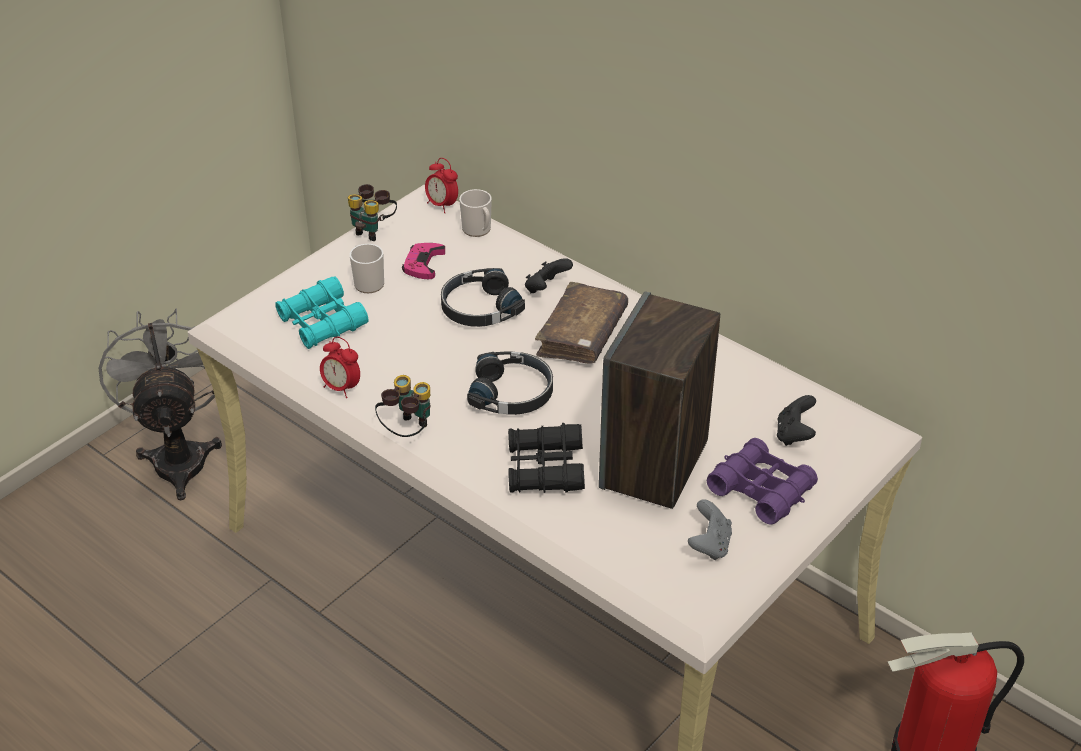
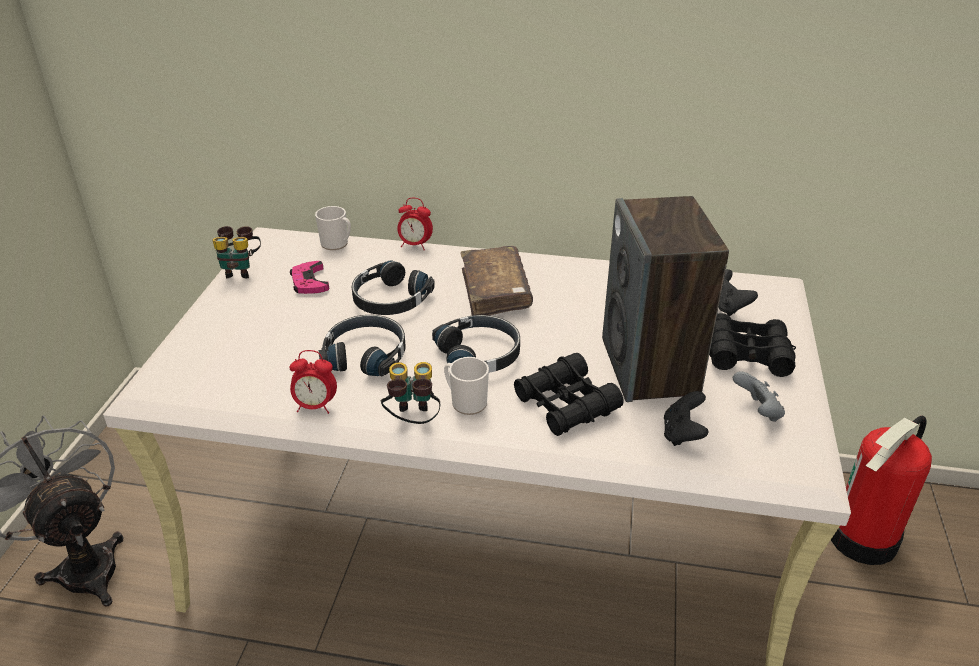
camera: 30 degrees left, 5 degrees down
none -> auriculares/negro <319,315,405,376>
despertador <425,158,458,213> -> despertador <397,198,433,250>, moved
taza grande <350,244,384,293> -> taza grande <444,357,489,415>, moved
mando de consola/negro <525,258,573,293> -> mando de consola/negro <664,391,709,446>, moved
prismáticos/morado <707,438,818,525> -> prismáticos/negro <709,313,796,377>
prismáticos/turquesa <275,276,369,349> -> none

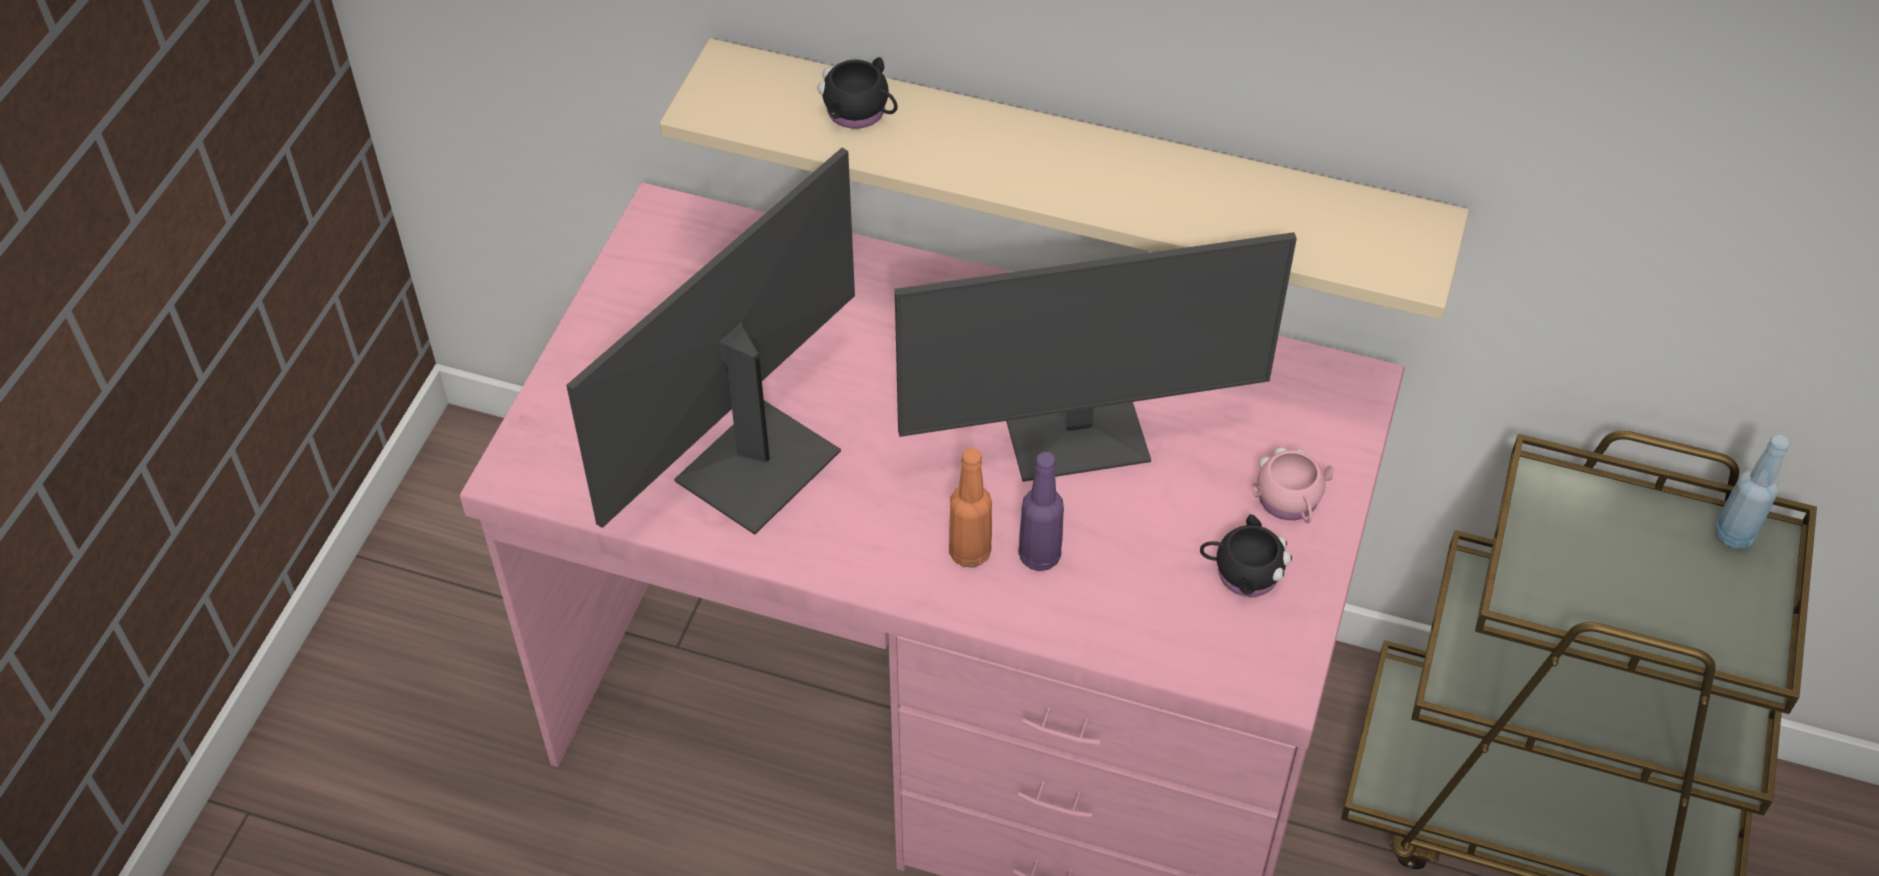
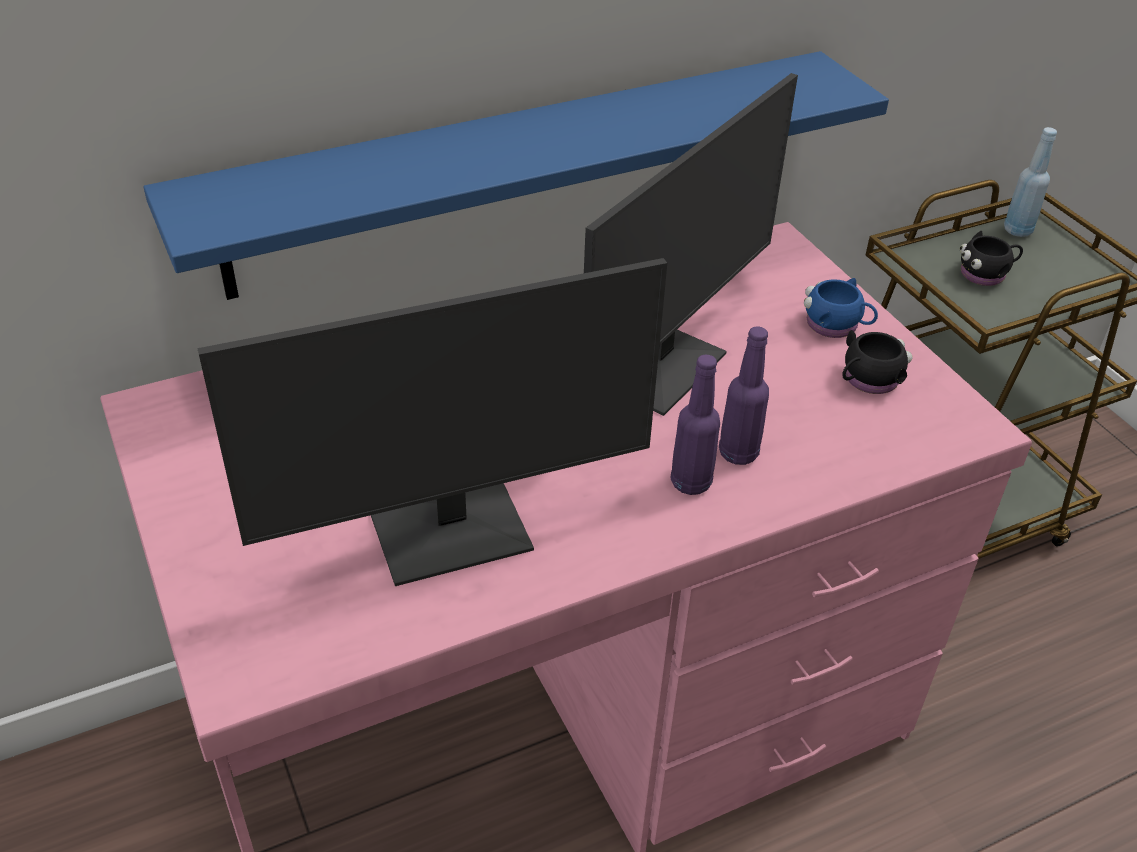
camera: 45 degrees left, 10 degrees down
estante/beis <659,38,1469,320> -> estante/azul <143,51,889,300>
monitor <566,148,855,535> -> monitor <197,258,667,586>, 105 degrees counterclockwise
botella/naranja <949,448,992,568> -> botella/morado <670,354,720,495>
taza grande/rosa <1252,447,1333,523> -> taza grande/azul <804,278,878,338>
taza grande/negro <817,57,898,129> -> taza grande/negro <960,231,1023,286>, moved

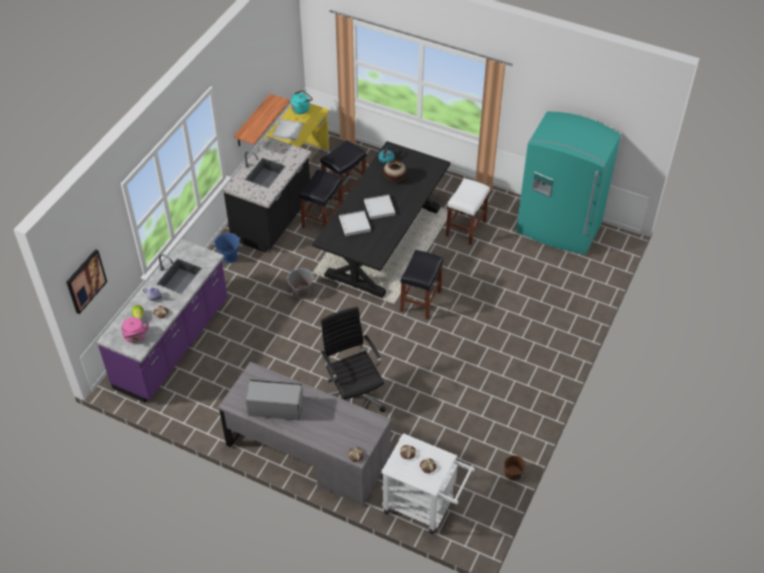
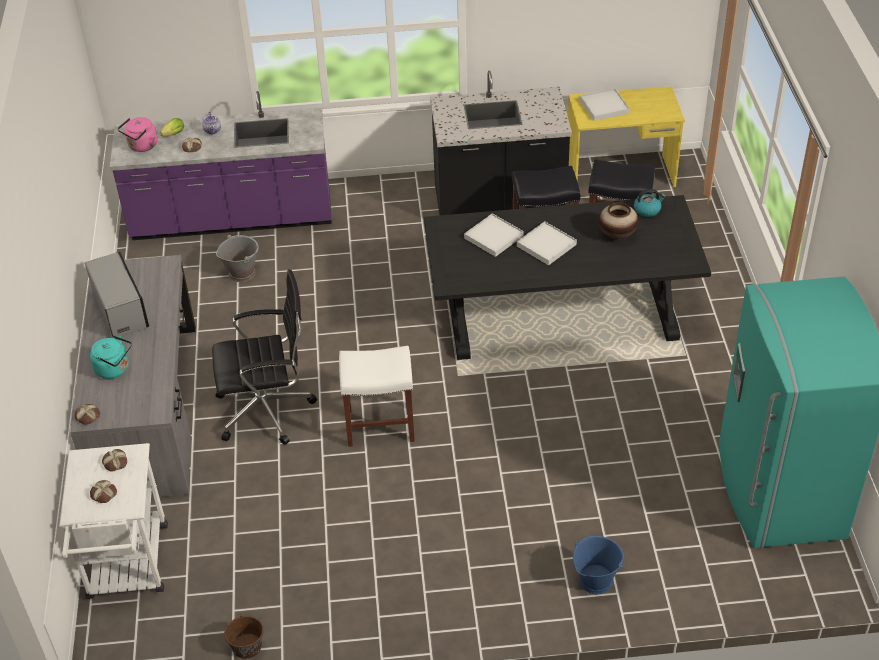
camera: 60 degrees right, 5 degrees down
hervidor/turquesa <291,90,313,114> -> hervidor/turquesa <90,336,132,379>, moved
silla de oficina/negro <320,307,386,412> -> silla de oficina/negro <212,269,317,445>, 45 degrees clockwise
cubo/gris <286,268,315,299> -> cubo/gris <216,235,259,282>, moved
taburete/blanco <446,178,490,245> -> taburete/blanco <339,346,415,447>, moved
cubo/azul <213,233,240,263> -> cubo/azul <573,536,624,594>, moved
cuadro <66,249,107,314> -> none
estante <233,94,290,146> -> none
taburete/negro <400,250,443,320> -> none

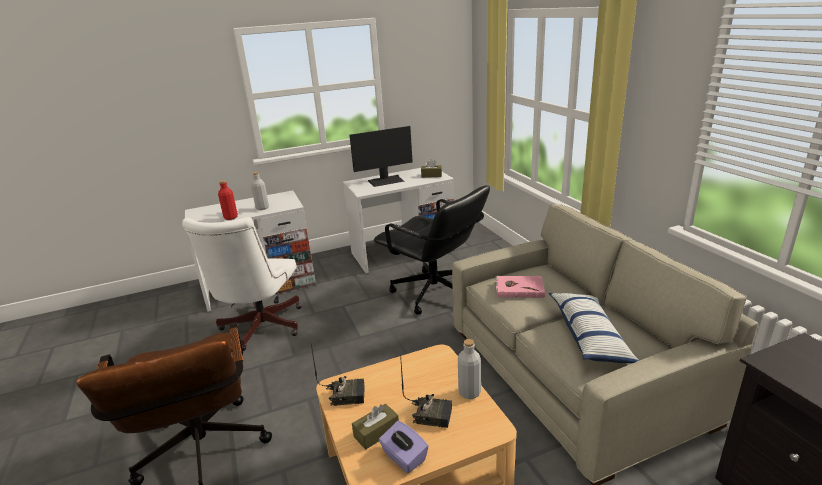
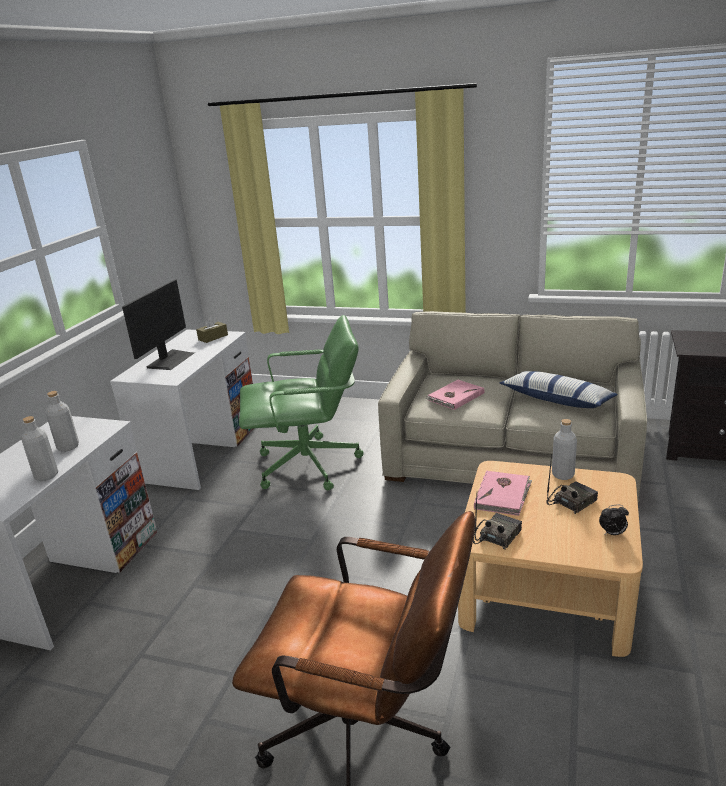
camera: 50 degrees left, 0 degrees up
botella/rojo <218,180,238,220> -> botella/gris <22,416,58,481>
silla de oficina/negro <374,185,490,315> -> silla de oficina/verde <239,315,364,490>
none -> libro/rosa <474,471,532,516>
caja de pañuelos/morado <379,421,429,473> -> despertador <599,505,629,535>
silla de oficina/blanco <182,217,302,351> -> none
caja de pañuelos/marrón <352,404,399,450> -> none

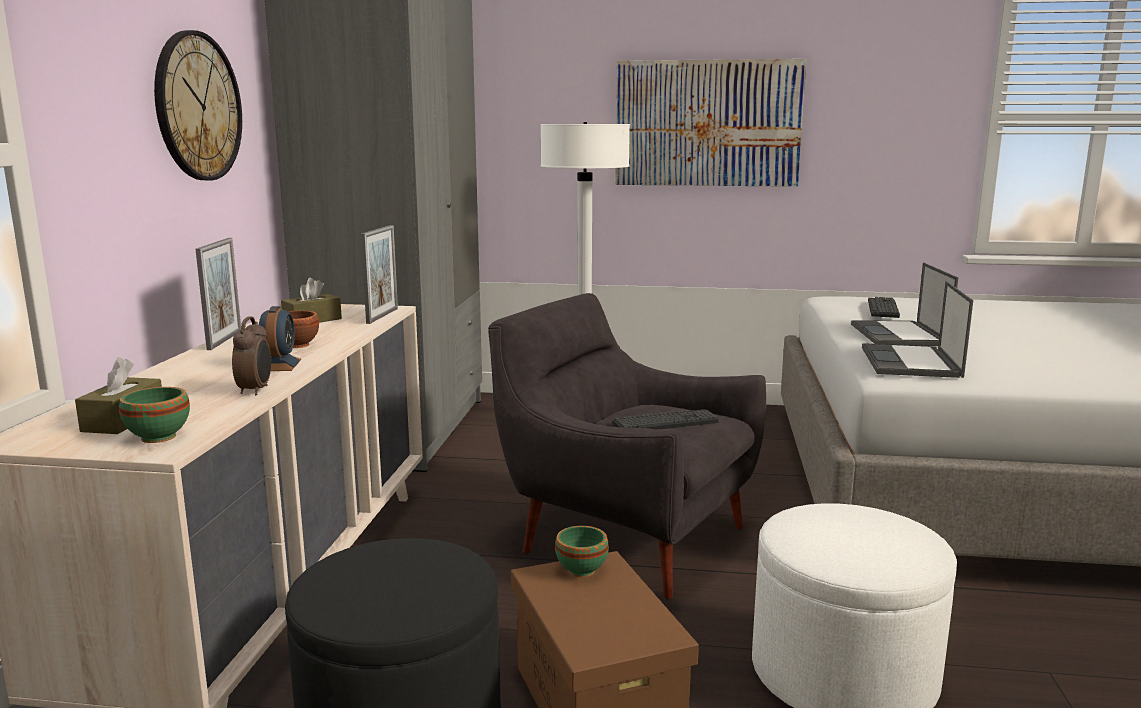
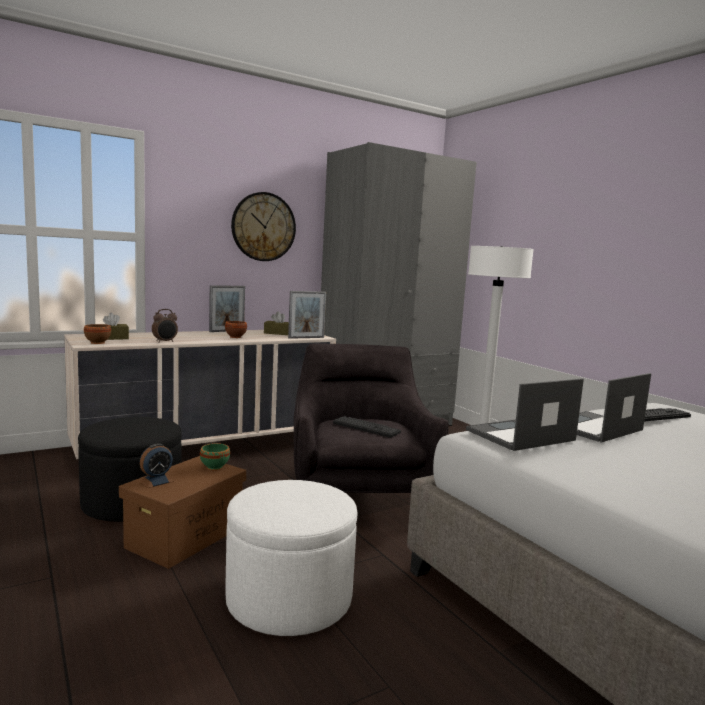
camera: 50 degrees right, 5 degrees down
cuenco/verde <119,387,190,443> -> cuenco/marrón <84,324,111,344>
despertador <259,306,301,371> -> despertador <139,443,174,488>, moved
cuadro <615,59,806,187> -> none

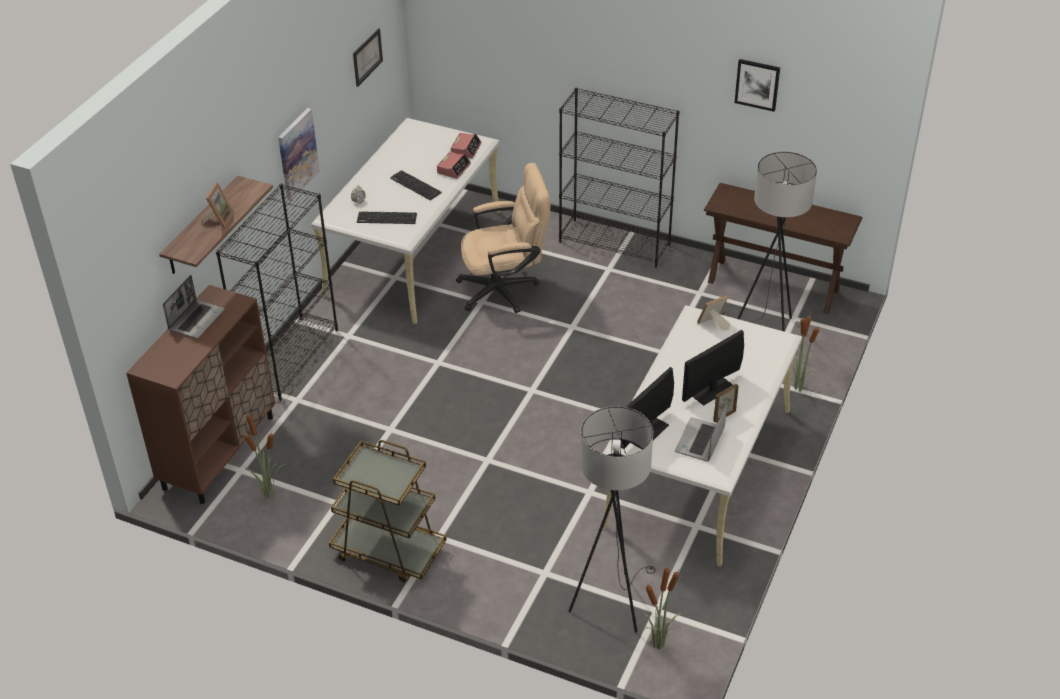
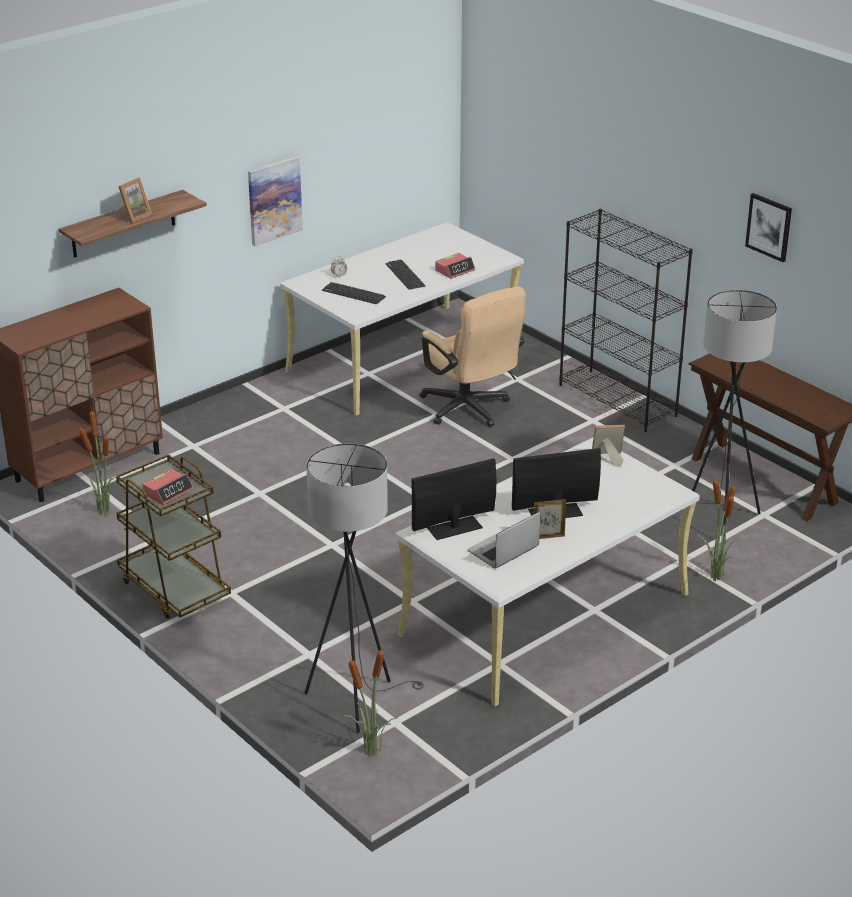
camera: 25 degrees right, 10 degrees down
despertador <451,133,482,158> -> despertador <142,468,193,505>, moved
silla de oficina/beis <456,163,550,313> -> silla de oficina/beis <420,286,526,427>, 45 degrees clockwise
portátil <163,275,225,339> -> none
estantería/negro <216,183,338,401> -> none
cuadro <353,28,383,87> -> none

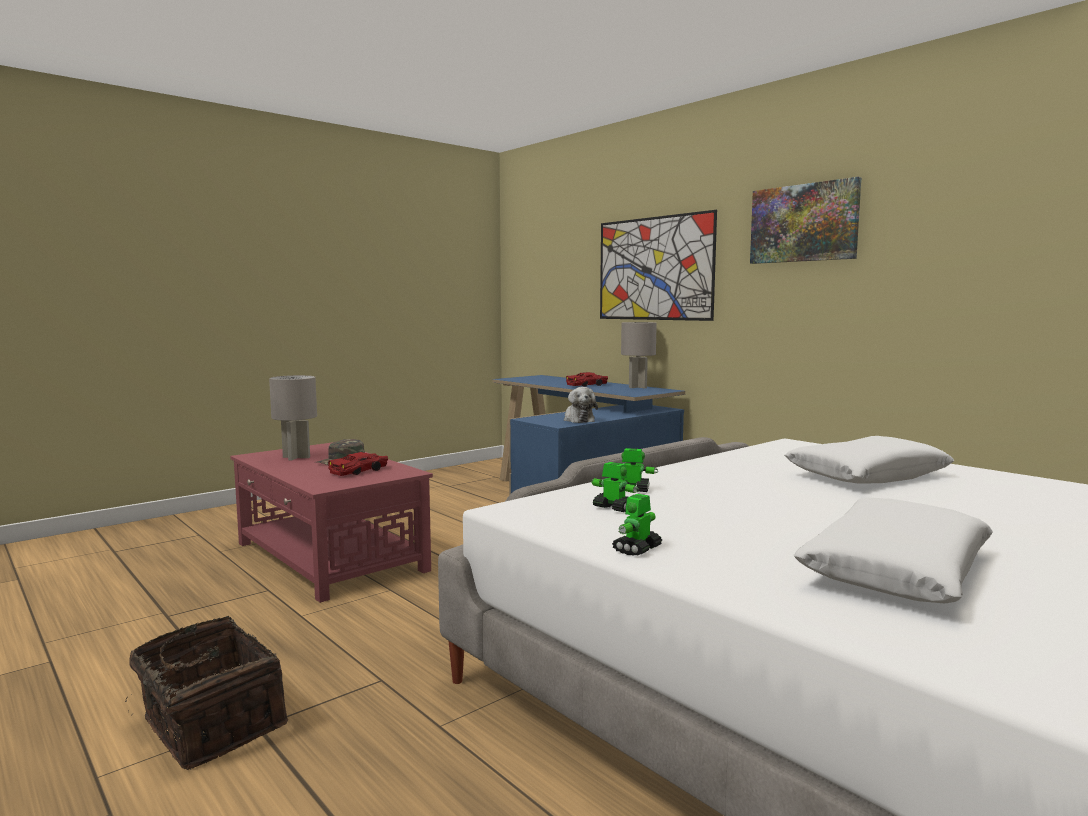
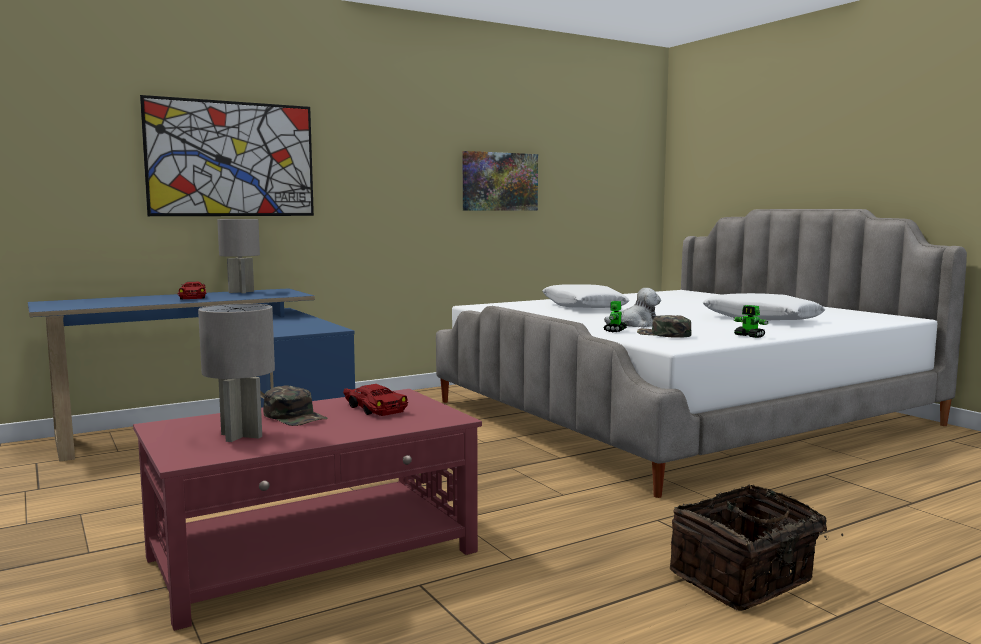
camera: 80 degrees left, 0 degrees up
cuadro <750,177,861,264> -> cuadro <463,151,538,211>, moved
peluche <564,387,598,423> -> peluche <604,288,661,328>, moved
robot de juguete <591,462,639,512> -> gorra/verde <637,315,692,338>

